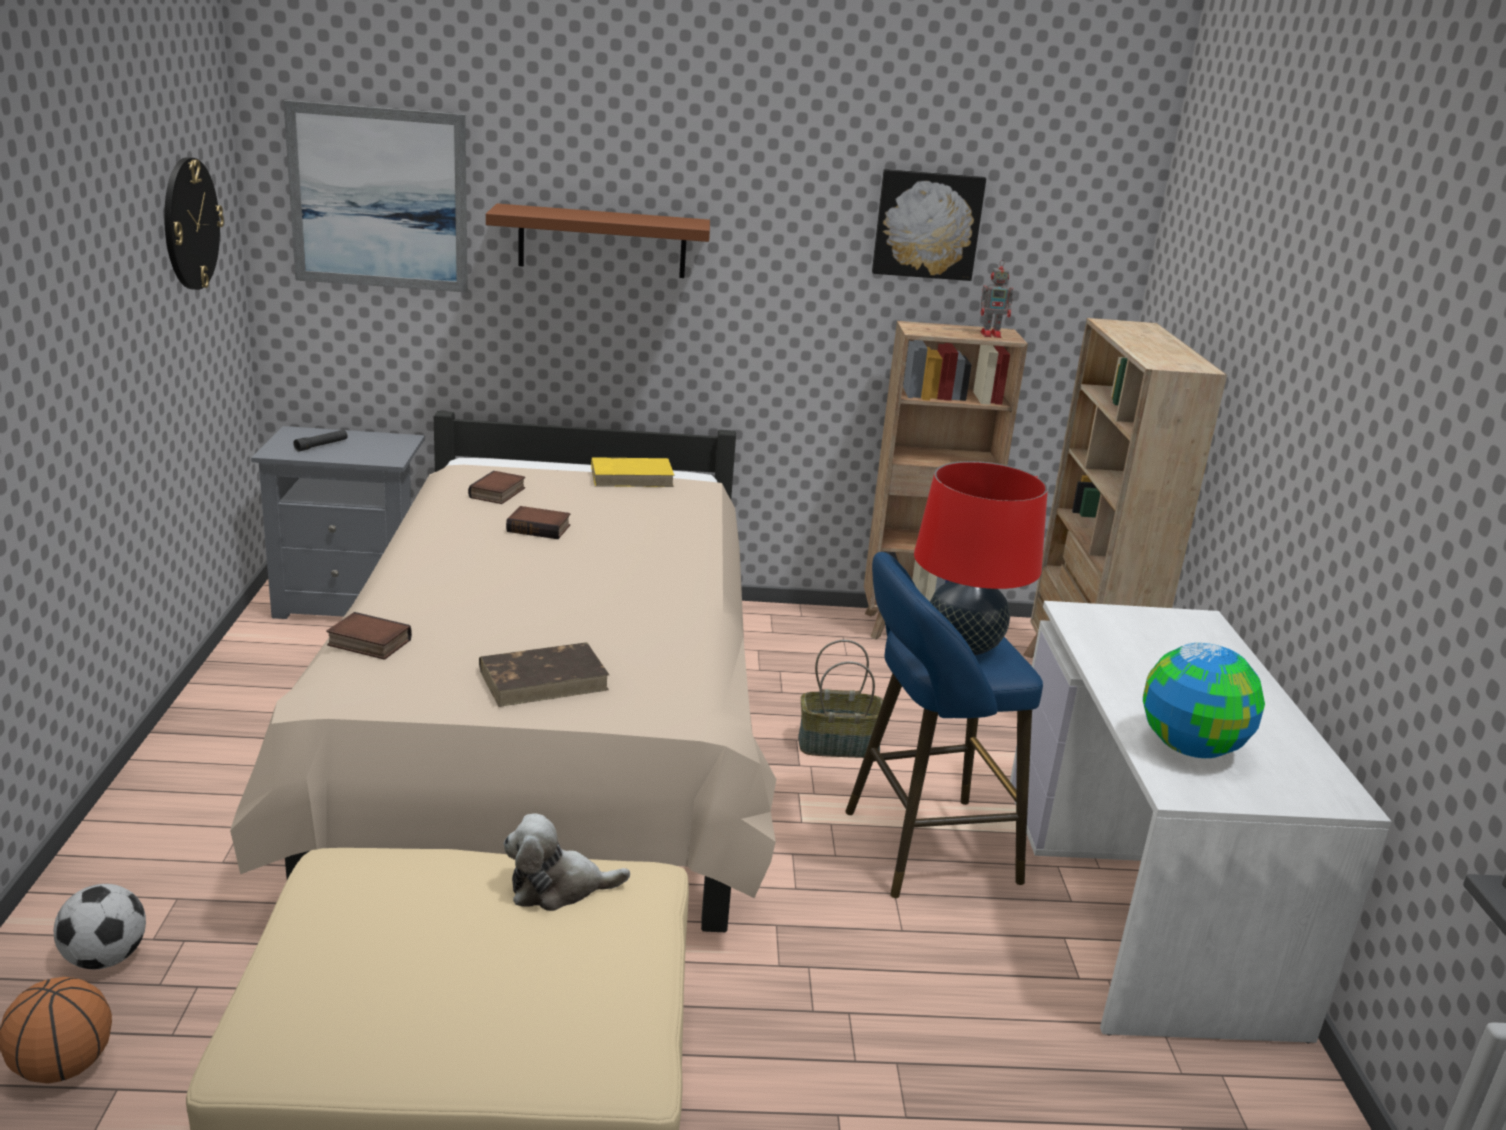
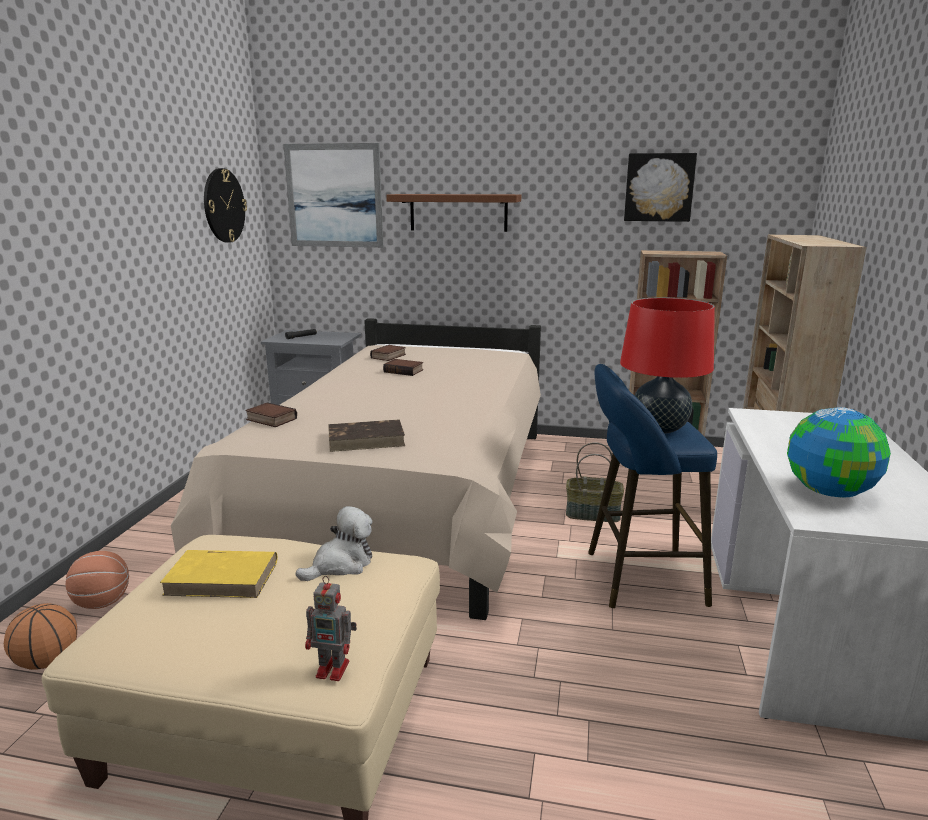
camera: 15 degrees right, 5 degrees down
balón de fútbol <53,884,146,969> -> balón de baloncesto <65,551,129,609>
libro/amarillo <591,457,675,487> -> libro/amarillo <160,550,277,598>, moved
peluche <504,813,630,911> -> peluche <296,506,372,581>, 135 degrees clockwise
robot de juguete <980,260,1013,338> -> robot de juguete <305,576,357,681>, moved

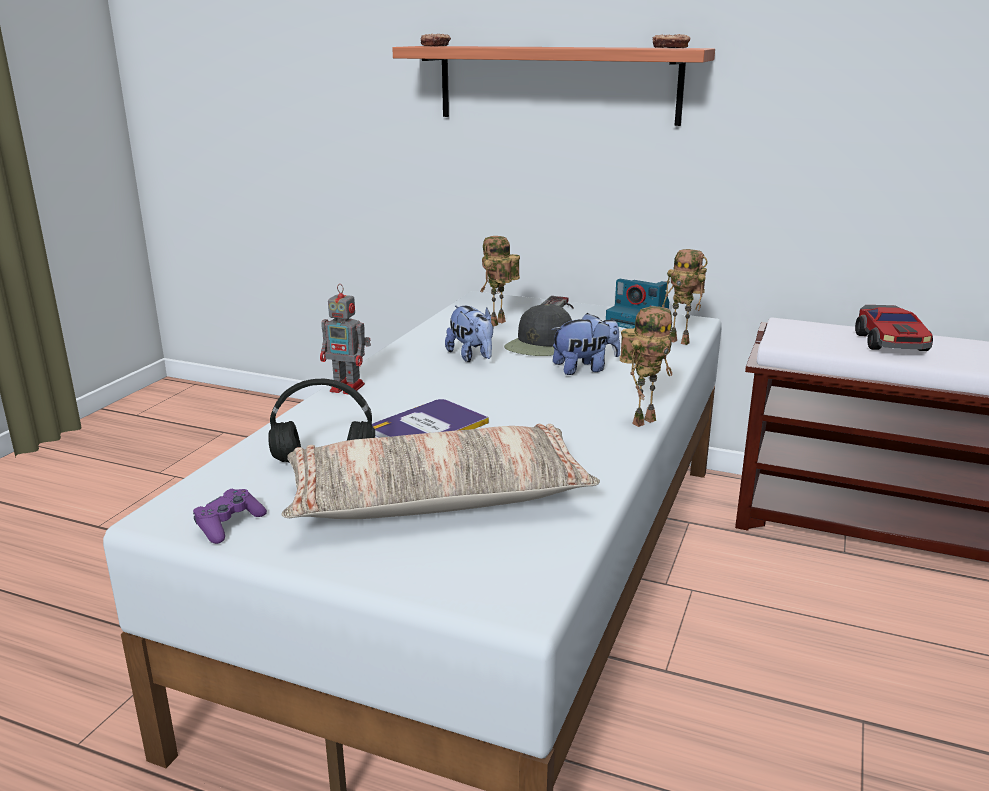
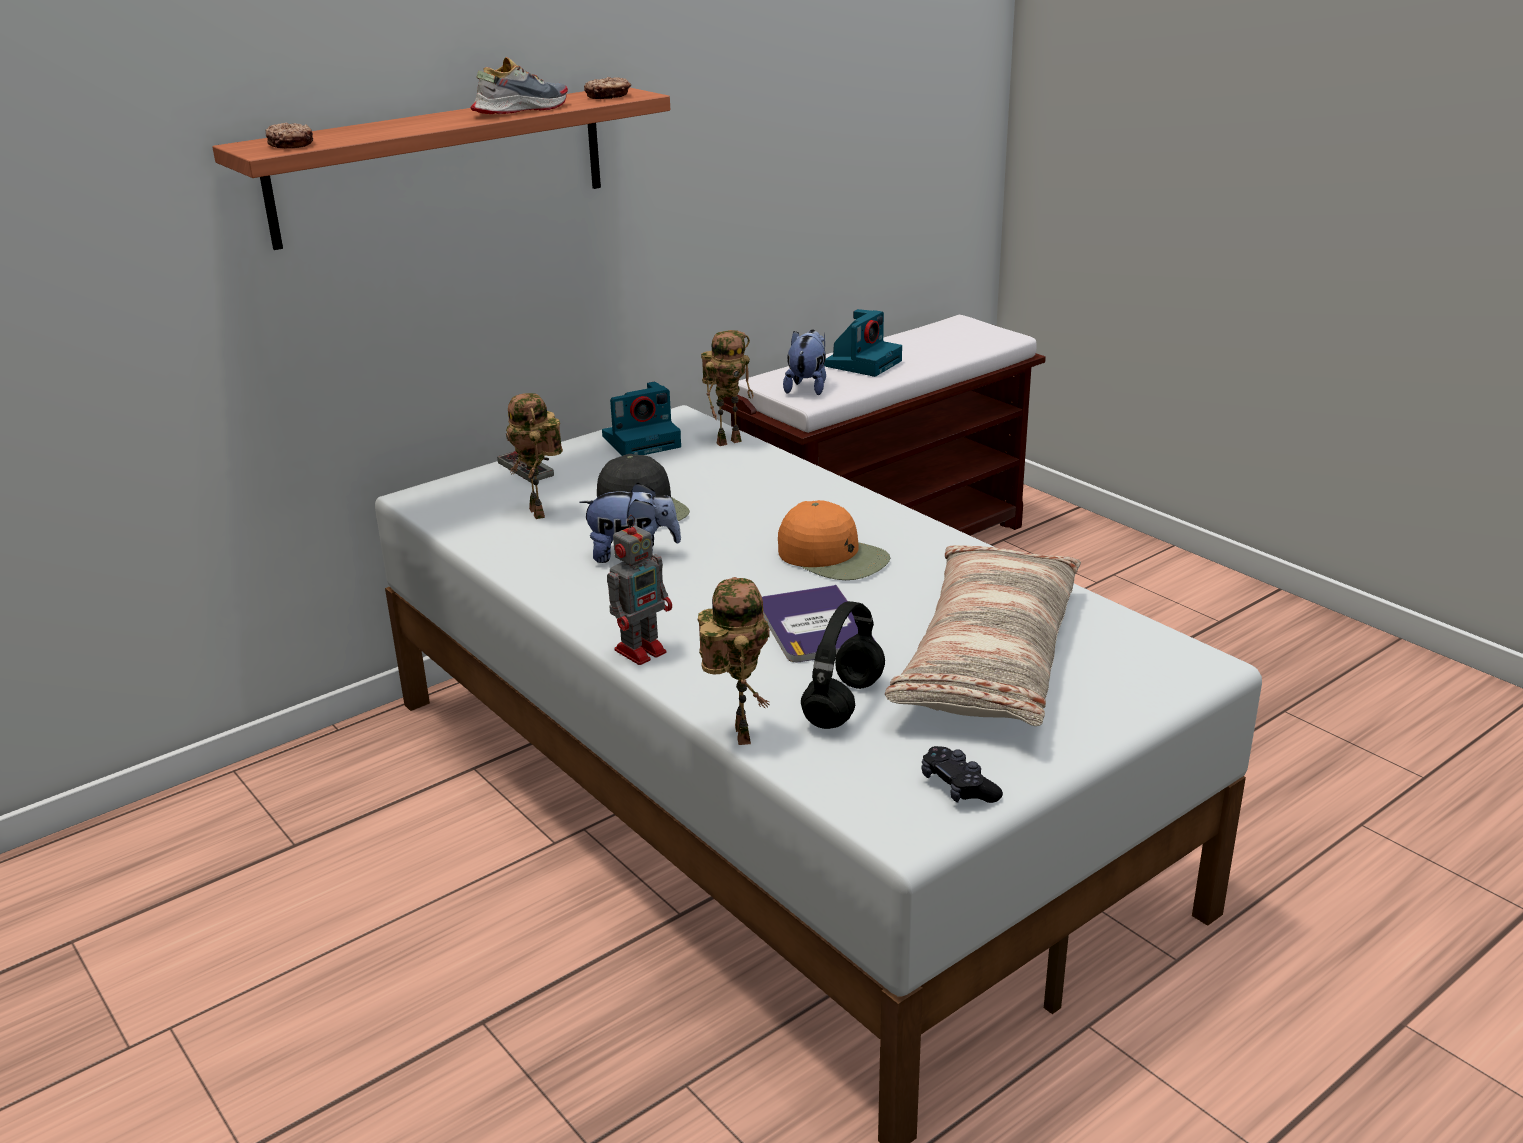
camera: 60 degrees left, 5 degrees up
none -> zapato <471,57,568,114>
robot de juguete <620,306,672,427> -> robot de juguete <698,577,770,745>, moved
none -> gorra/naranja <778,500,890,580>
peluche <551,313,620,375> -> peluche <783,329,826,395>, moved
coche de juguete <855,305,933,351> -> cámara <824,309,902,377>
mando de consola/morado <193,489,267,544> -> mando de consola/negro <922,746,1003,803>

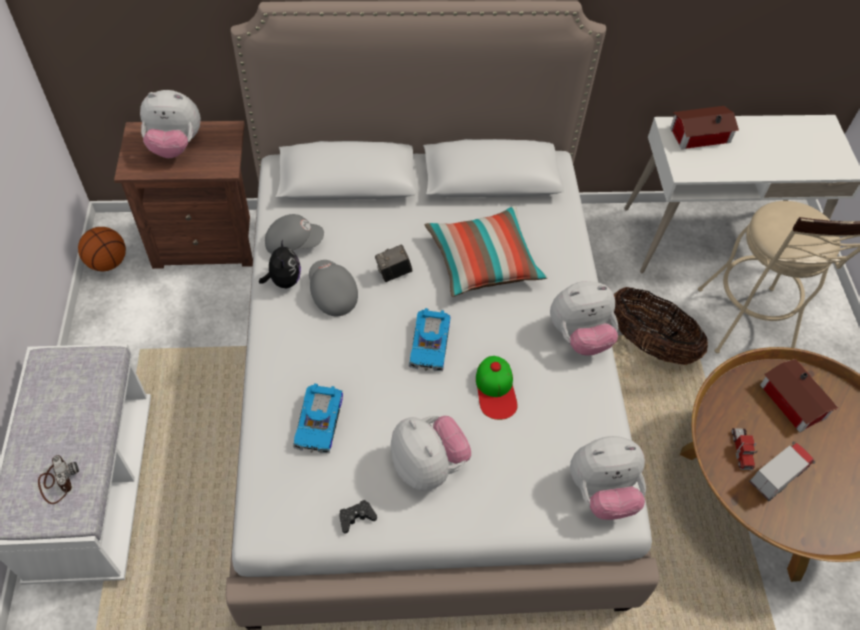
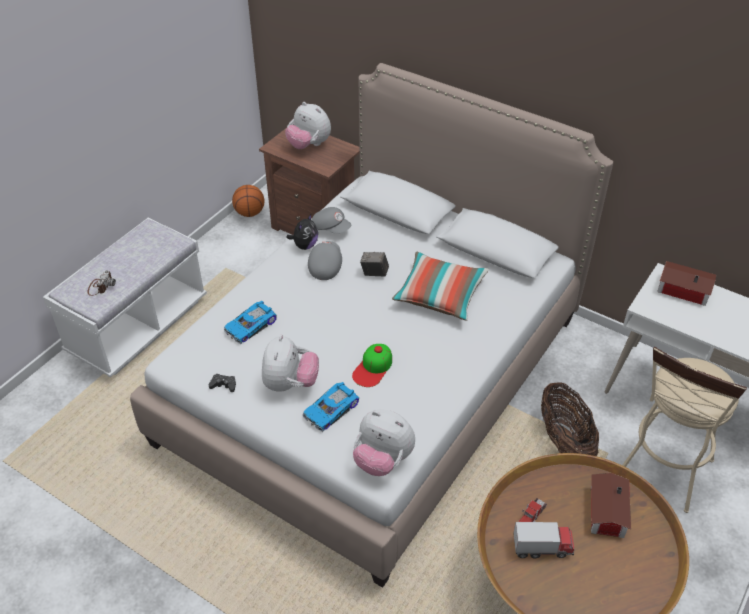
camera: 40 degrees right, 10 degrees down
coche de juguete <409,308,450,371> -> coche de juguete <303,382,359,432>, moved
peluche <550,281,618,356> -> none

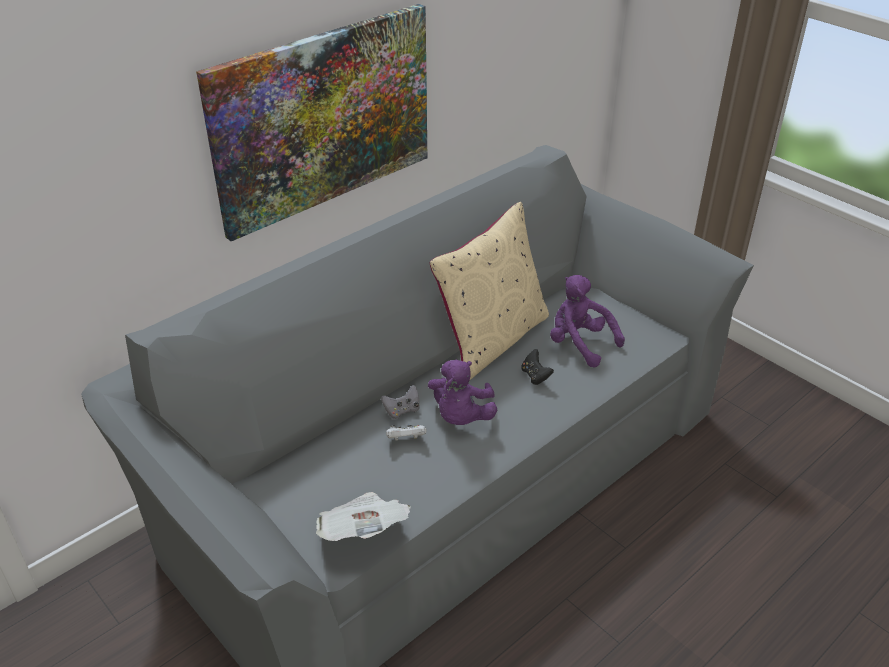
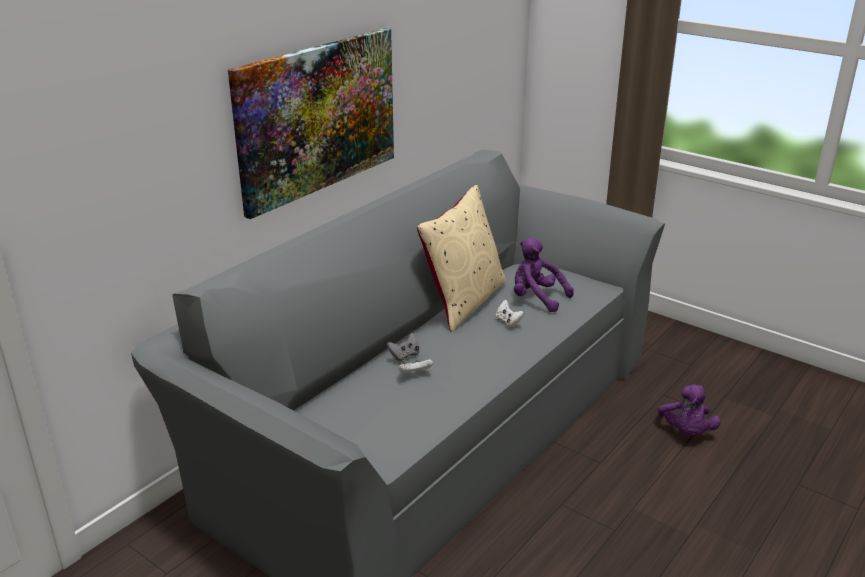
camera: 10 degrees left, 10 degrees down
mando de consola/negro <521,349,554,385> -> mando de consola/blanco <496,300,525,327>
peluche/morado <428,359,497,425> -> peluche/morado <657,384,721,436>, moved
periódico <316,492,411,541> -> none

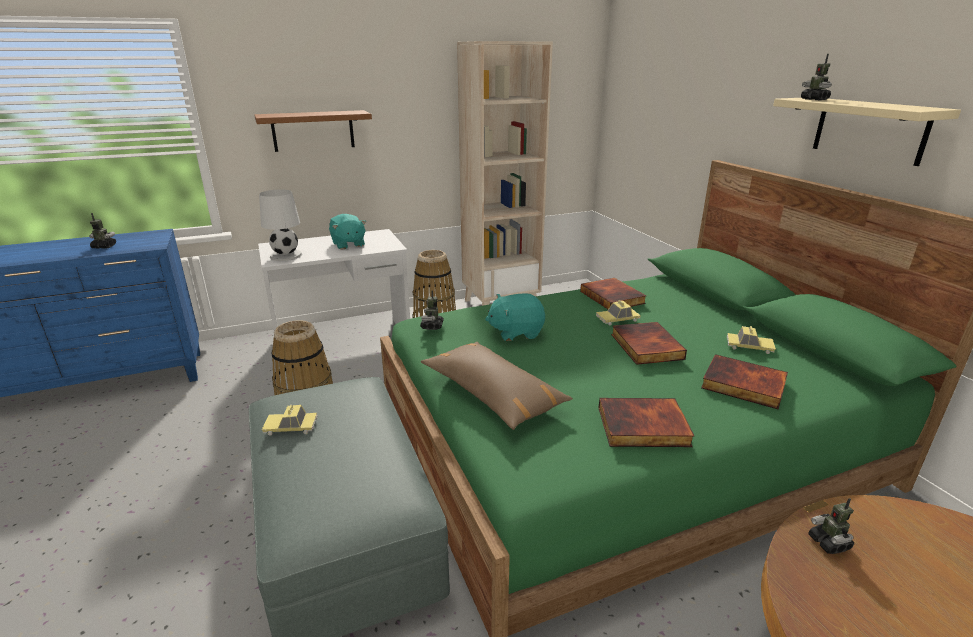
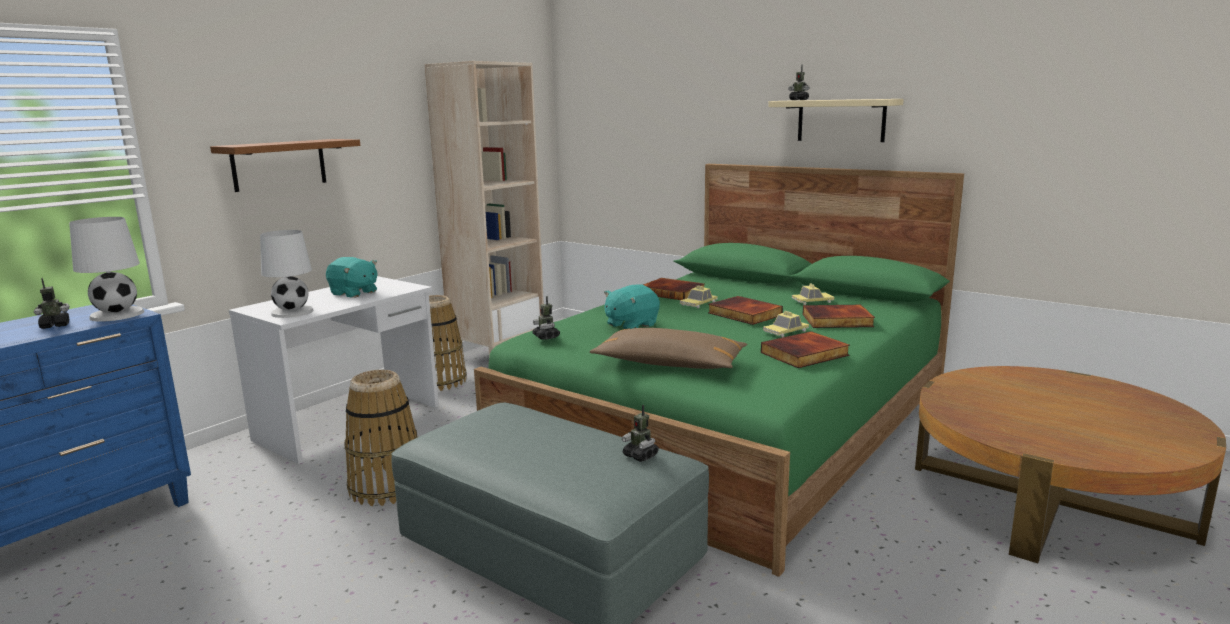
camera: 30 degrees left, 10 degrees down
none -> lámpara de mesa/blanco <69,217,144,322>
robot de juguete <808,498,854,554> -> robot de juguete <622,405,659,462>, moved
coche de juguete <262,405,317,436> -> coche de juguete <763,311,809,337>, moved

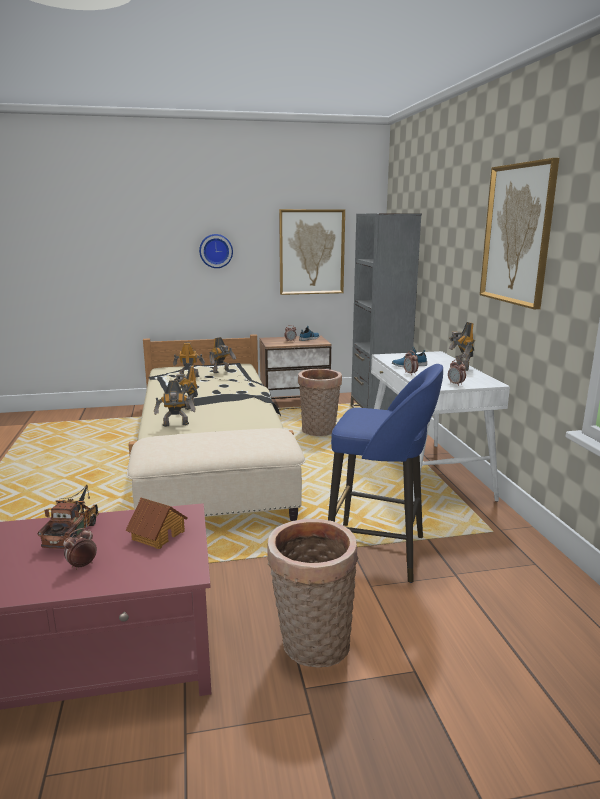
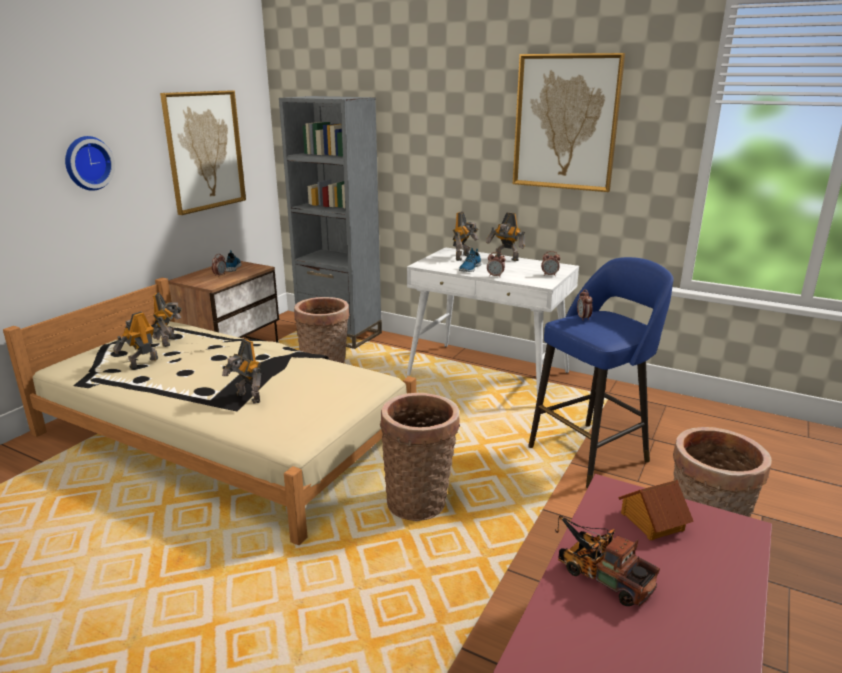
camera: 50 degrees left, 5 degrees up
puf/beis <127,428,305,521> -> cesta <380,393,460,521>
robot de juguete <154,380,196,427> -> robot de juguete <452,211,478,261>, moved
despertador <63,528,97,570> -> despertador <577,289,592,321>, moved

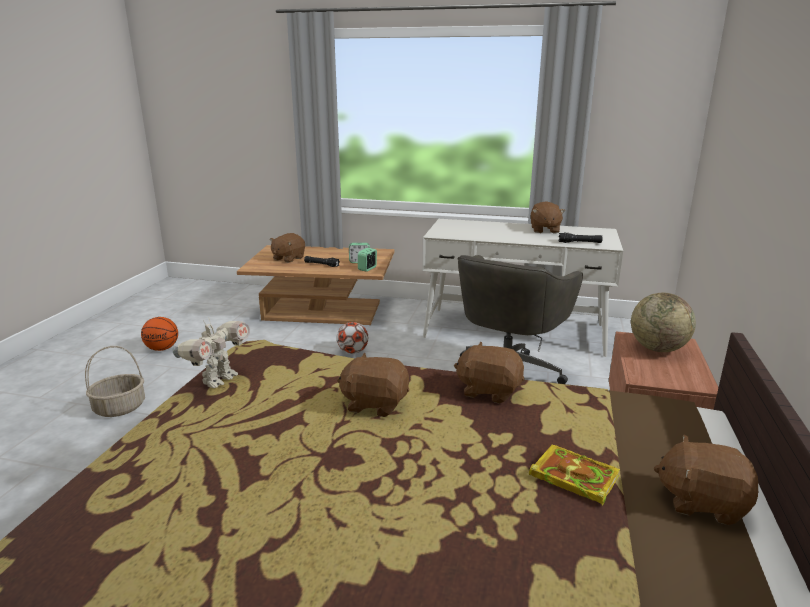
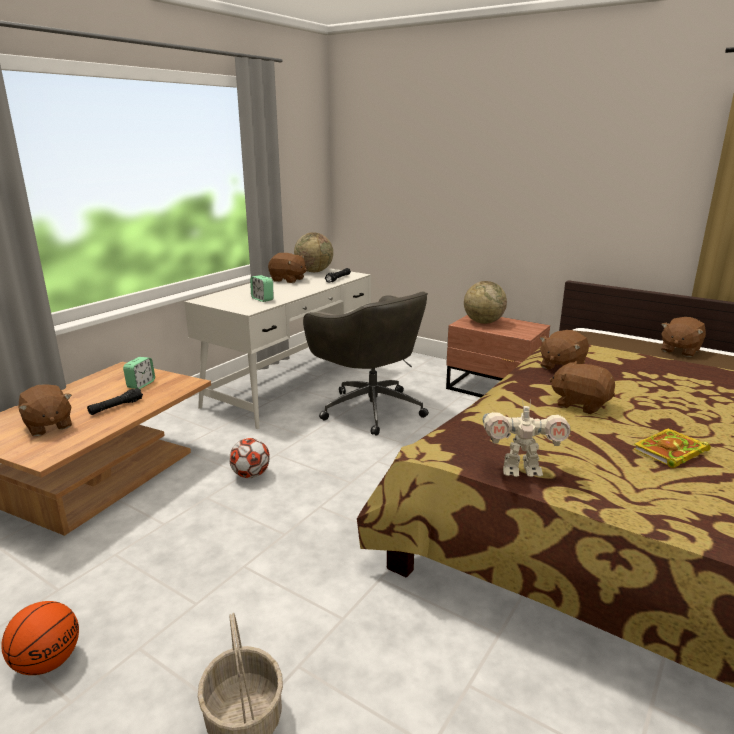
camera: 70 degrees left, 0 degrees up
despertador <358,248,377,272> -> despertador <250,275,274,302>, moved
none -> globo terráqueo <294,232,333,272>
robot de juguete <172,317,250,388> -> robot de juguete <482,399,570,477>, 135 degrees clockwise
peluche/marrón <337,353,409,417> -> peluche/marrón <550,361,615,414>, 90 degrees clockwise
libro <529,444,620,506> -> libro <634,428,711,468>, moved

